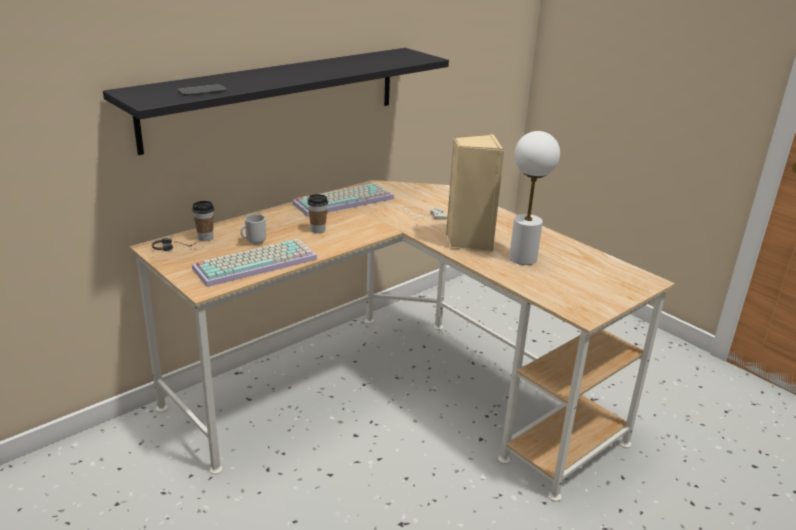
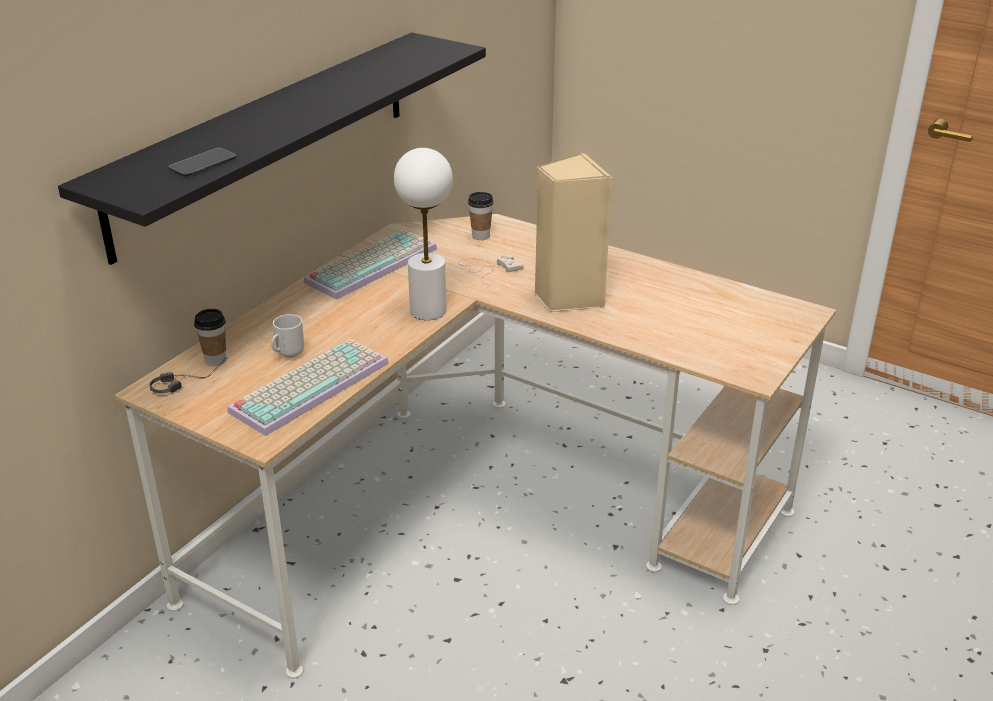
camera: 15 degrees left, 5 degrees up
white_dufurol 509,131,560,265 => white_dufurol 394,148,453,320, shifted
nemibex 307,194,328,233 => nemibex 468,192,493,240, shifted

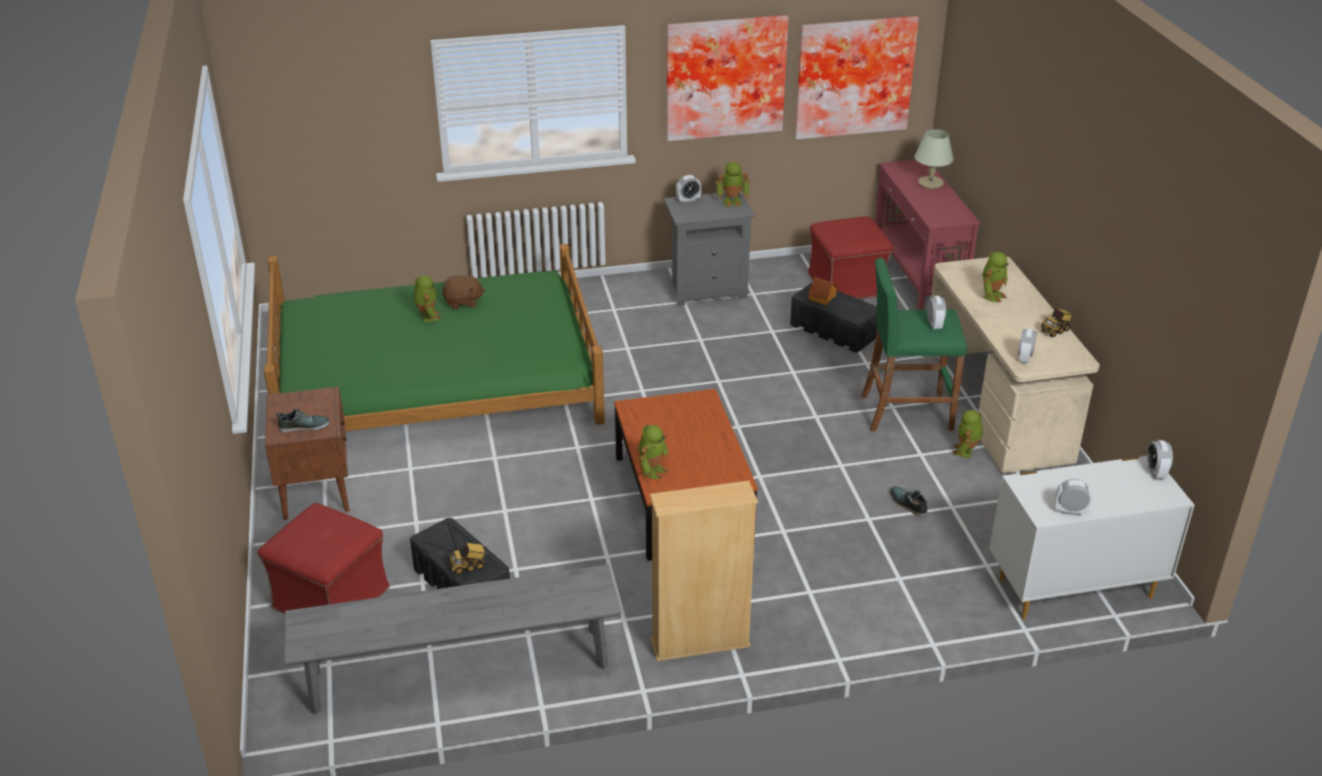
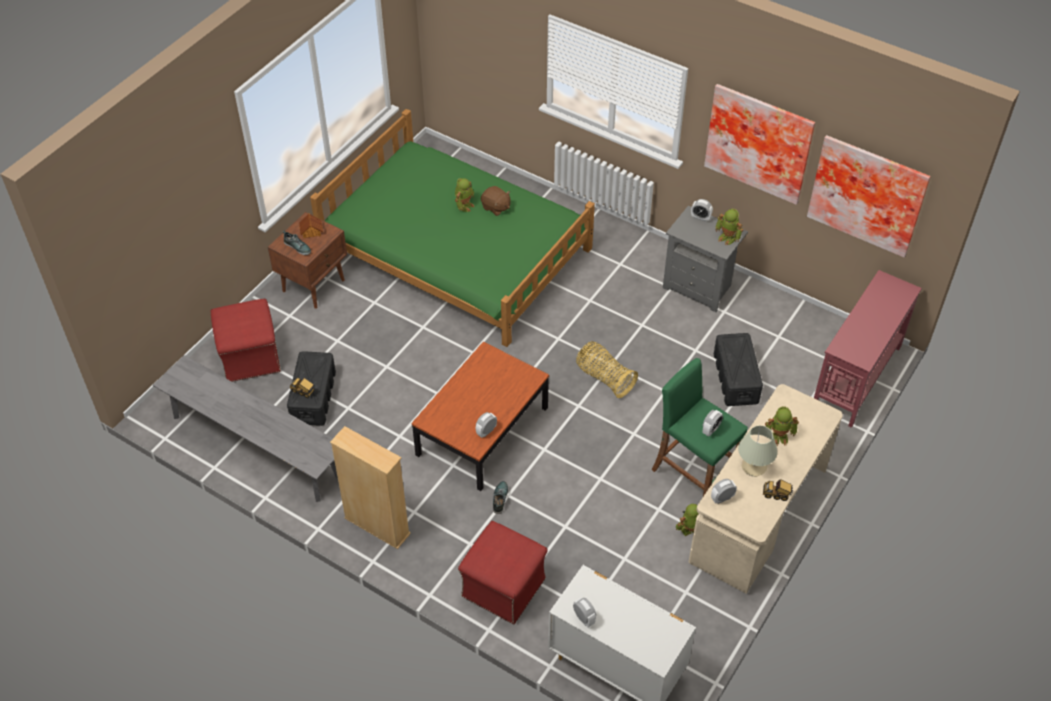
camera: 45 degrees right, 15 degrees up
beige_dufurol 914,129,954,189 => beige_dufurol 738,425,778,476, shifted
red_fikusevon 808,216,893,299 => red_fikusevon 458,521,548,624, shifted
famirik 808,277,839,305 => famirik 299,214,323,238, shifted
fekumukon 638,425,669,480 => nothing
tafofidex 1147,440,1173,479 => tafofidex 476,412,497,438, shifted
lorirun 890,486,928,517 => lorirun 493,481,508,514, shifted
nothing => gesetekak 576,341,638,398

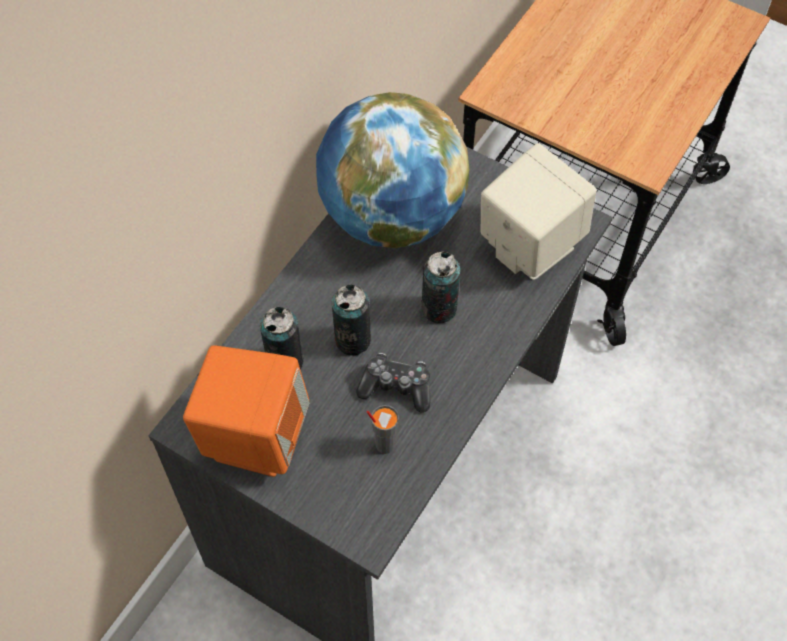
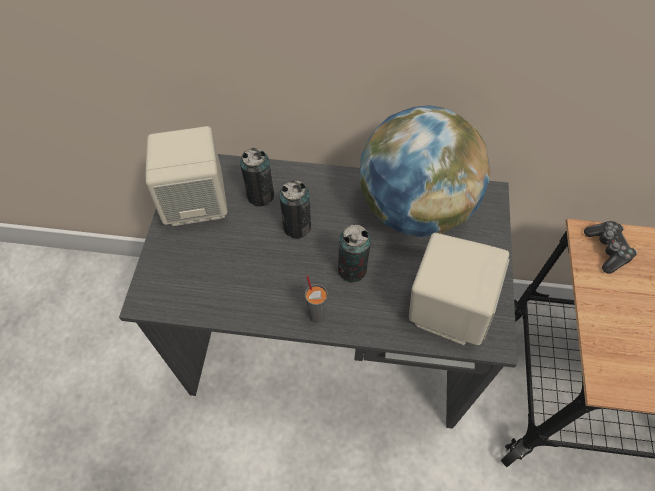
camera: 65 degrees right, 0 degrees up
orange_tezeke 183,345,309,477 => beige_tezeke 146,126,227,226
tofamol 356,353,430,412 => tofamol 584,221,637,274, shifted
grey_nemibex 366,405,399,454 => grey_nemibex 305,275,328,323, shifted

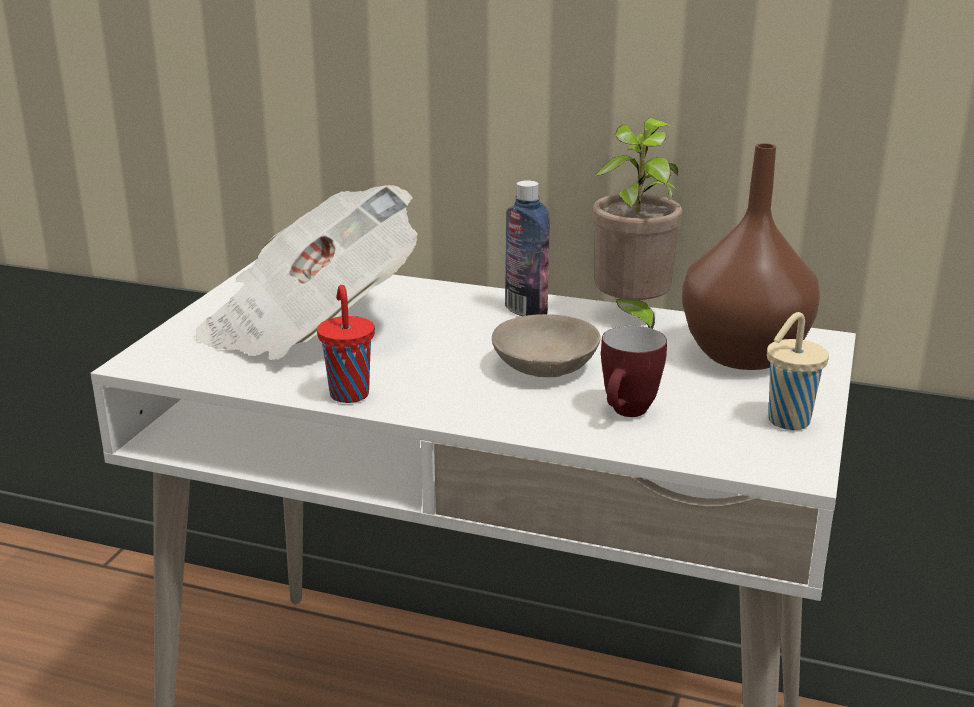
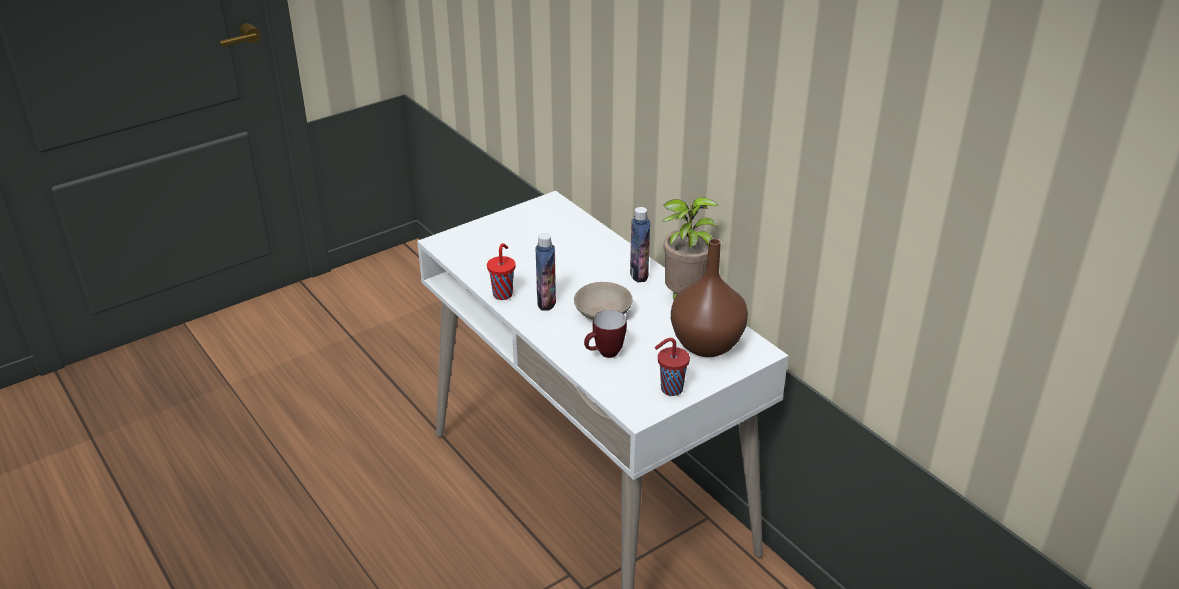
camera: 35 degrees right, 10 degrees up
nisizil 196,185,418,360 => nothing
beige_nemibex 767,312,829,430 => red_nemibex 655,338,690,396
nothing => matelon 535,233,556,311

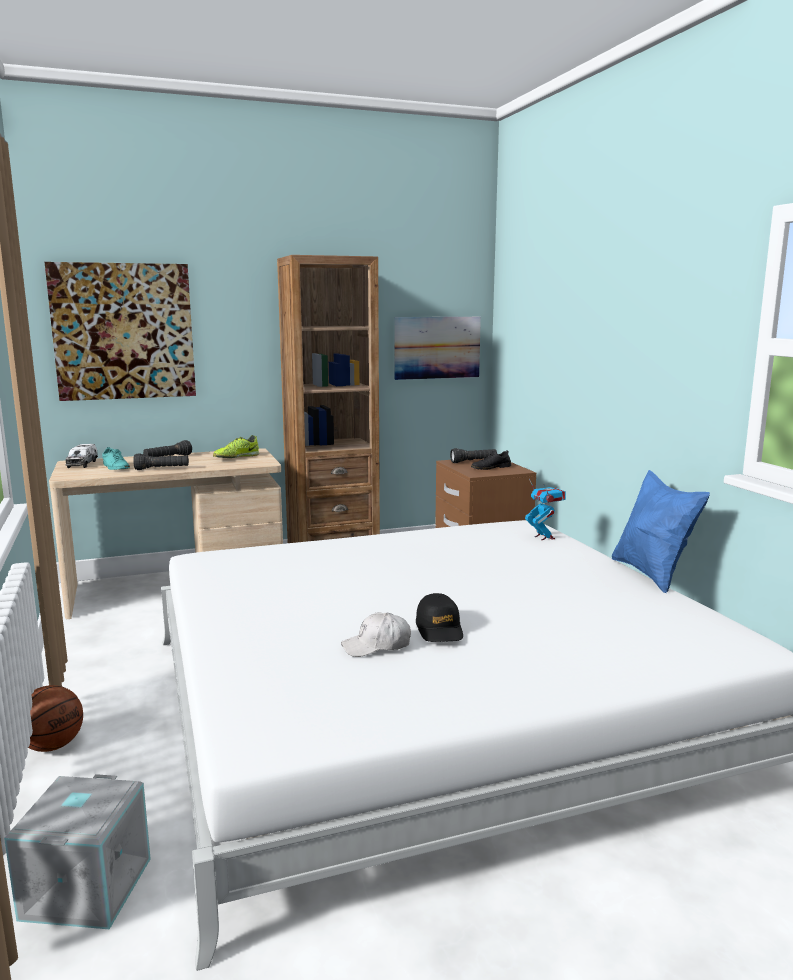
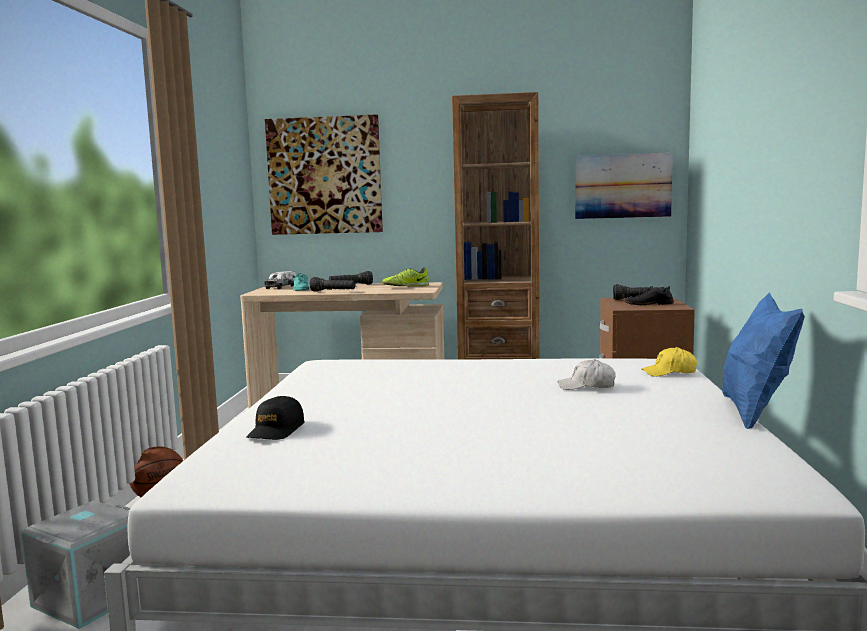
camera: 25 degrees right, 5 degrees down
fekumukon 525,479,566,540 => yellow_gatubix 642,347,697,377
black_gatubix 416,593,463,642 => black_gatubix 246,396,305,440, shifted
white_gatubix 341,612,411,657 => white_gatubix 558,359,615,390, shifted

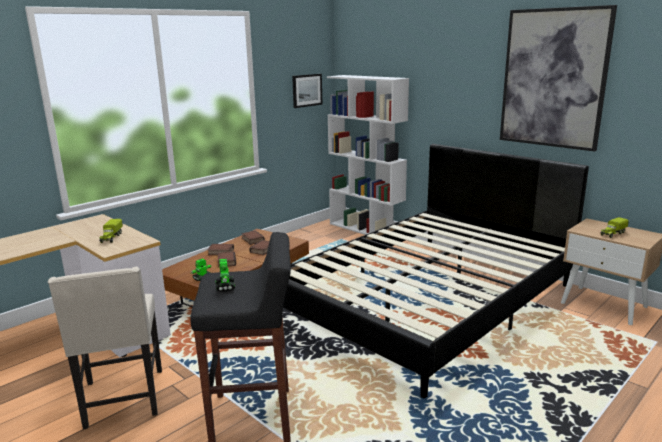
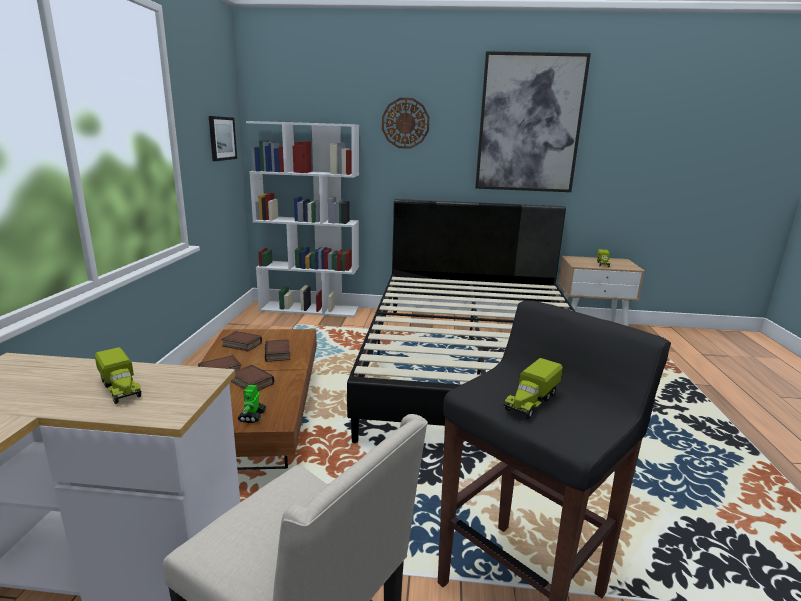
camera: 40 degrees left, 0 degrees up
fekumukon 216,259,235,292 => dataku 503,358,563,419
nothing => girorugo 382,98,430,149

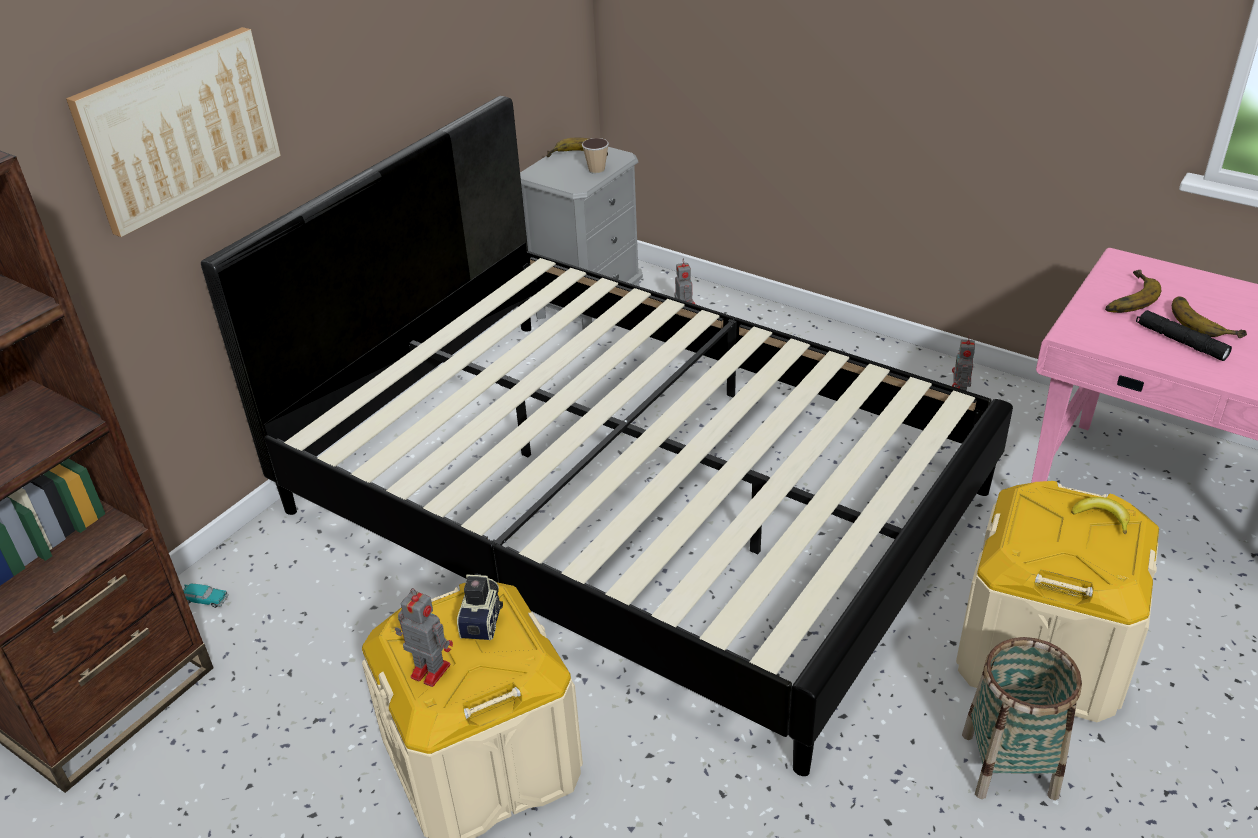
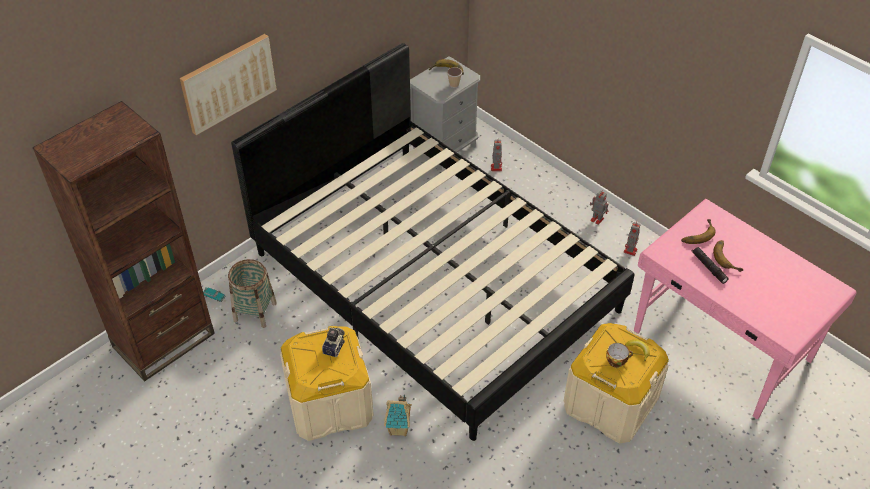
camera: 10 degrees right, 10 degrees up
fekumukon 395,588,453,687 => fekumukon 590,190,609,225, shifted
gesetekak 962,637,1082,800 => gesetekak 228,259,277,328, shifted
nothing => nemibex 606,343,633,368
nothing => famirik 384,394,412,436

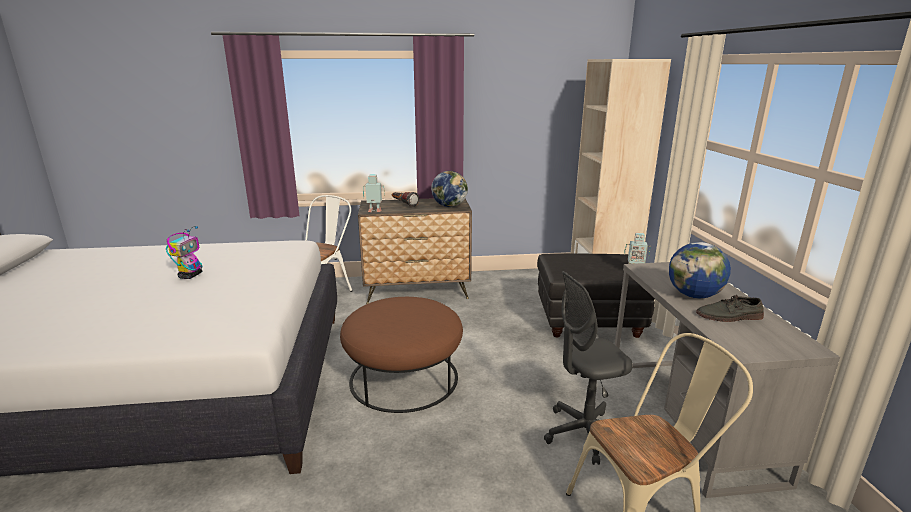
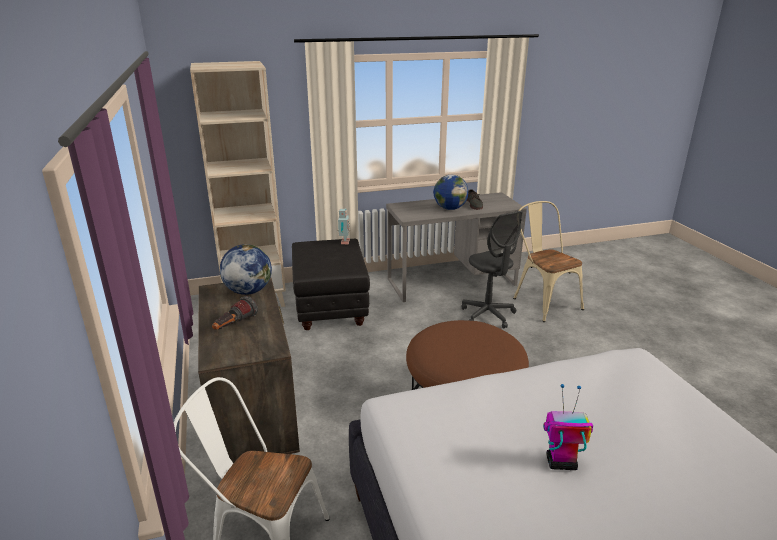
camera: 100 degrees left, 5 degrees up
fekumukon 363,175,385,212 => nothing

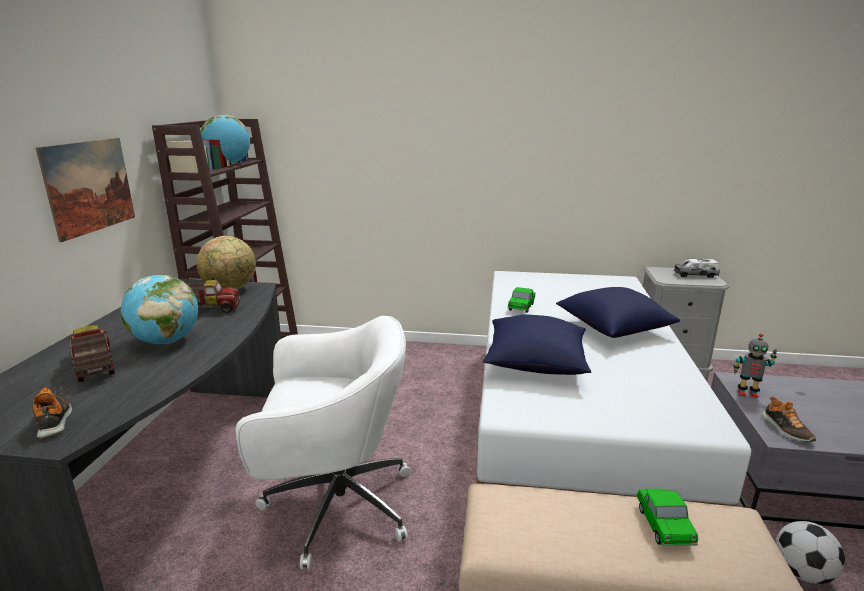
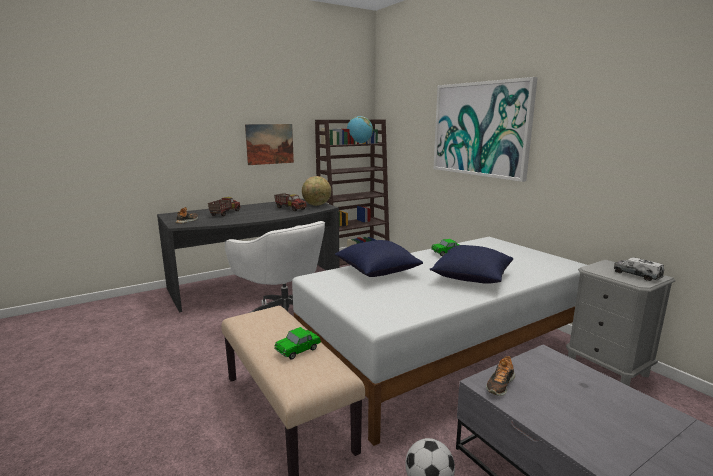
camera: 50 degrees right, 5 degrees down
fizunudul 120,275,199,344 => nothing
fekumukon 734,334,777,398 => nothing
nothing => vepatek 434,77,538,182

